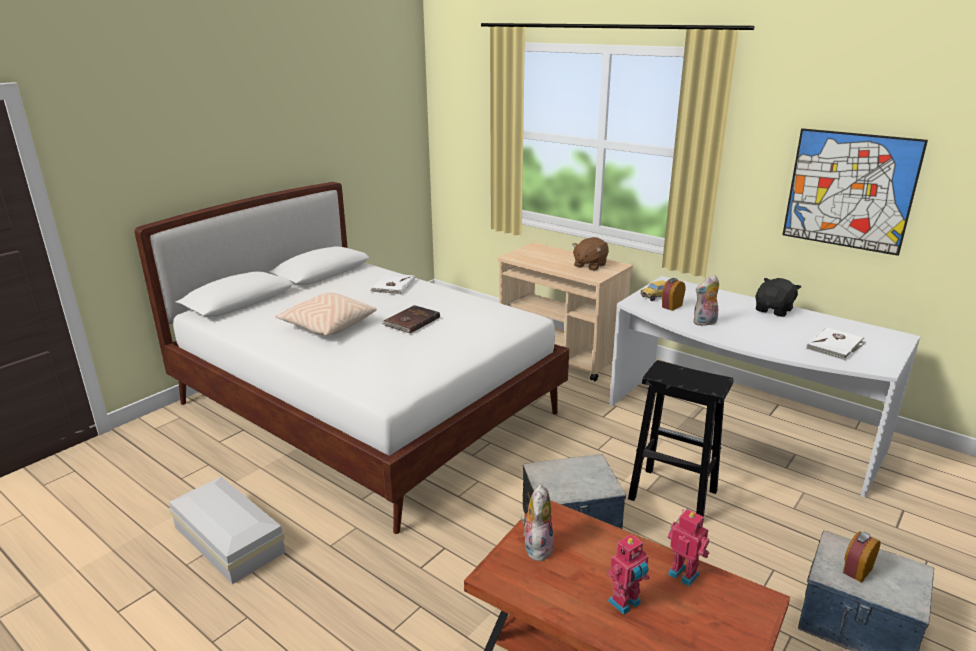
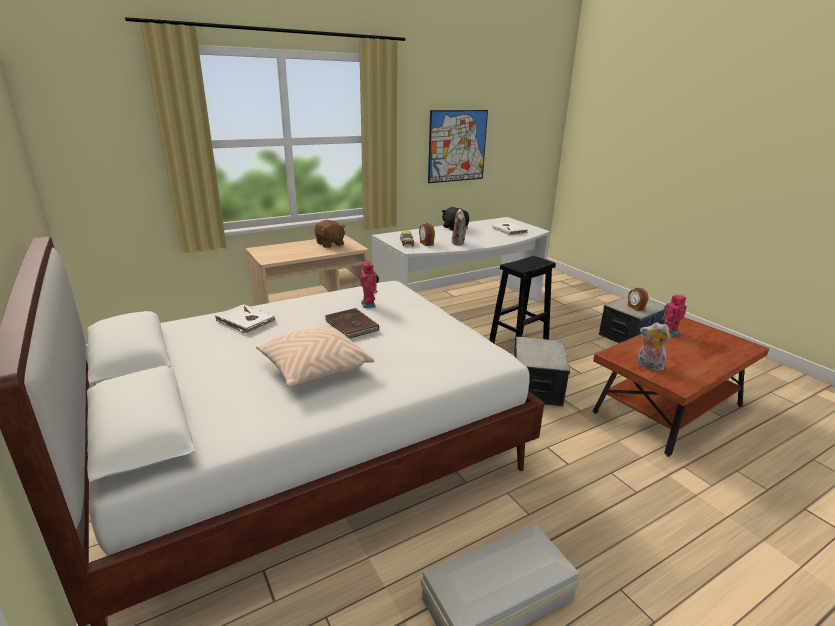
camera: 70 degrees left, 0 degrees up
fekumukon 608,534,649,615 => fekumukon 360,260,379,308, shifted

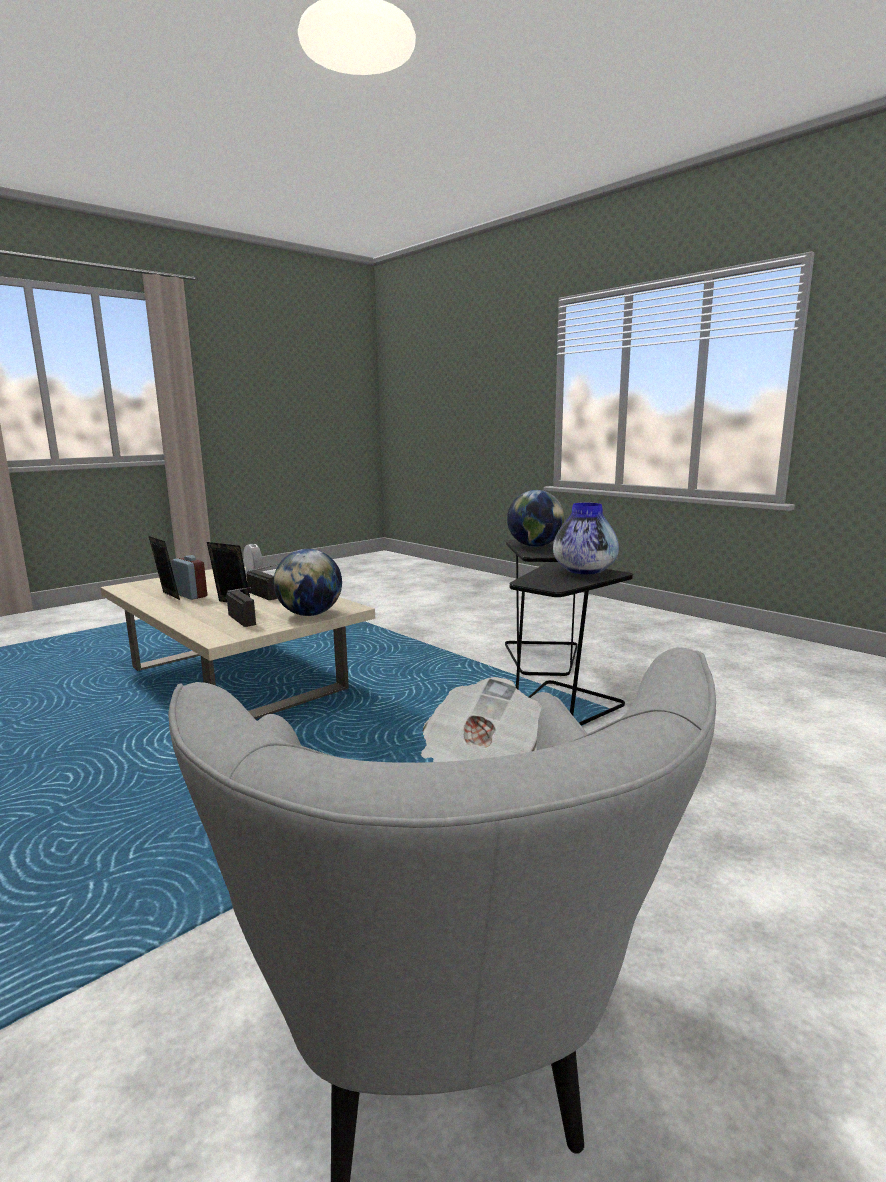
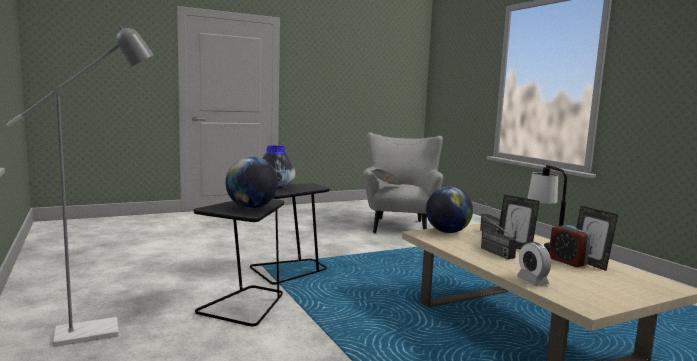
camera: 165 degrees left, 5 degrees down
nothing => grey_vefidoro 6,25,153,347
nothing => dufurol 527,165,567,252

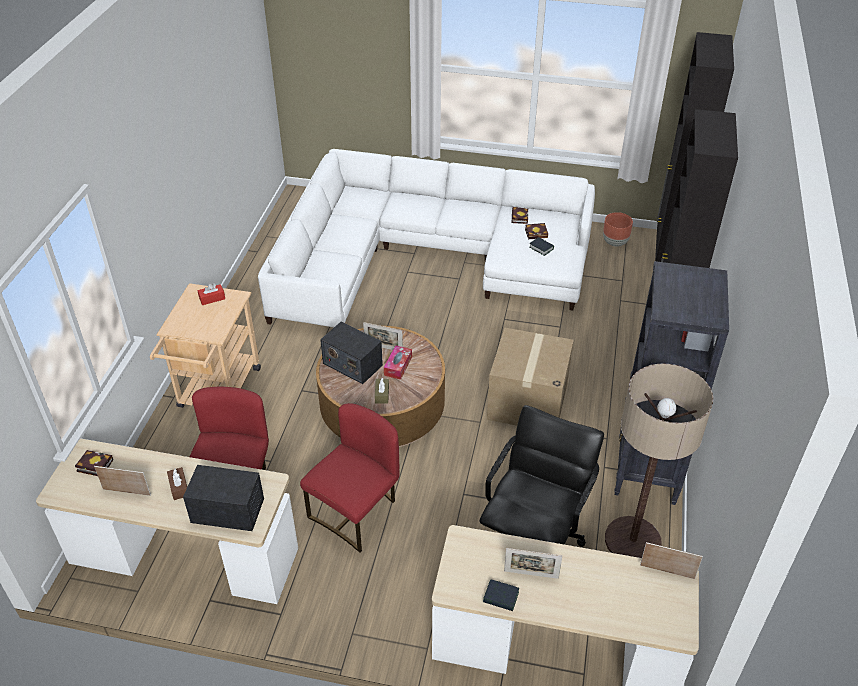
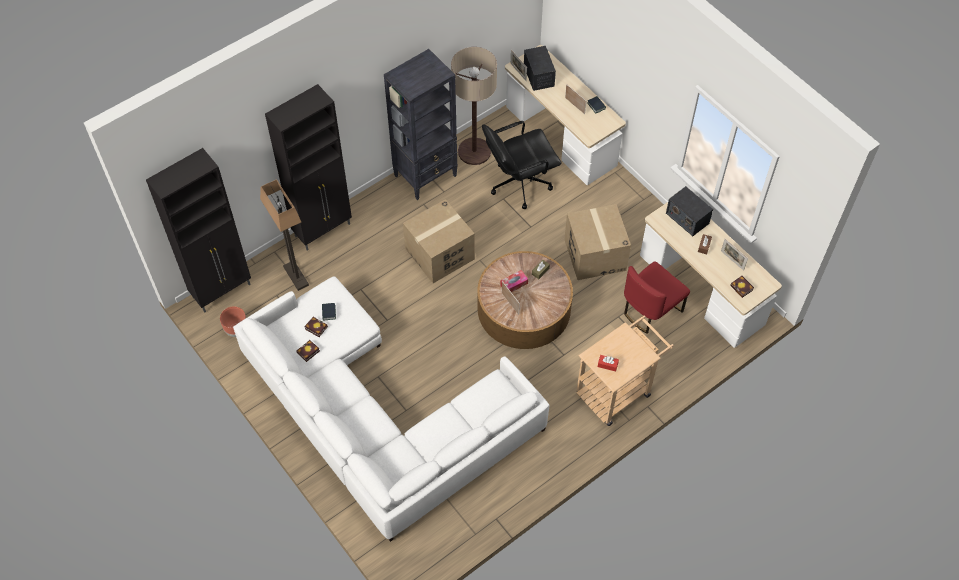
camera: 140 degrees left, 15 degrees up
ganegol 320,322,383,384 => ganegol 524,46,556,91, shifted
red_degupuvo 300,403,400,552 => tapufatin 564,204,631,280
nothing => vefidoro 260,179,309,291

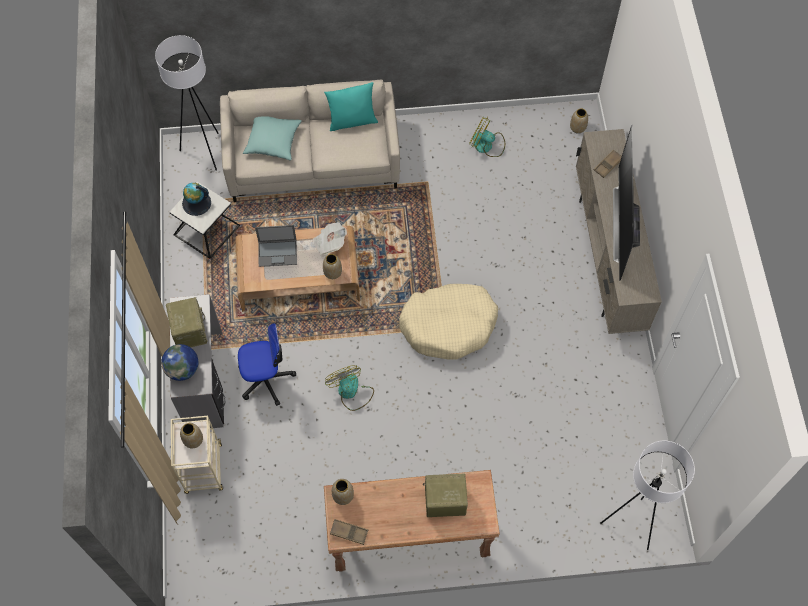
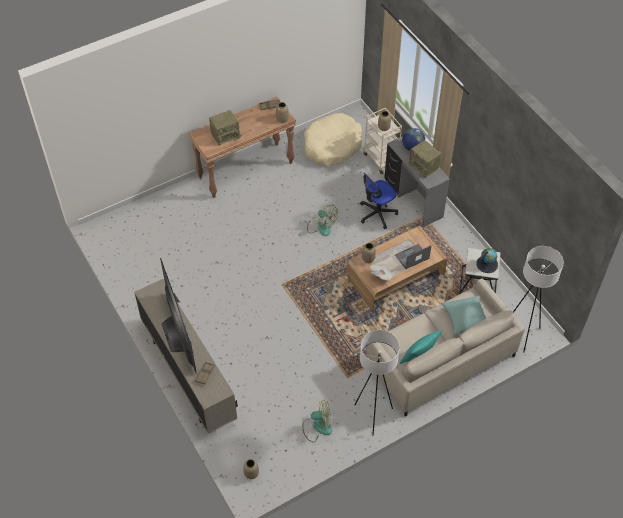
camera: 155 degrees right, 10 degrees down
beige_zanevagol 399,284,498,360 => beige_zanevagol 304,113,362,166, shifted
white_vefidoro 601,441,695,550 => white_vefidoro 355,330,400,435, shifted

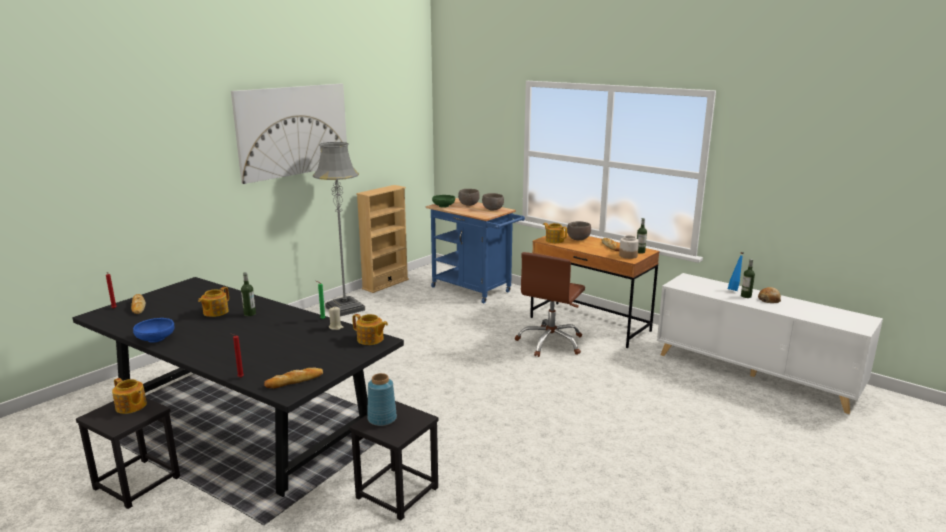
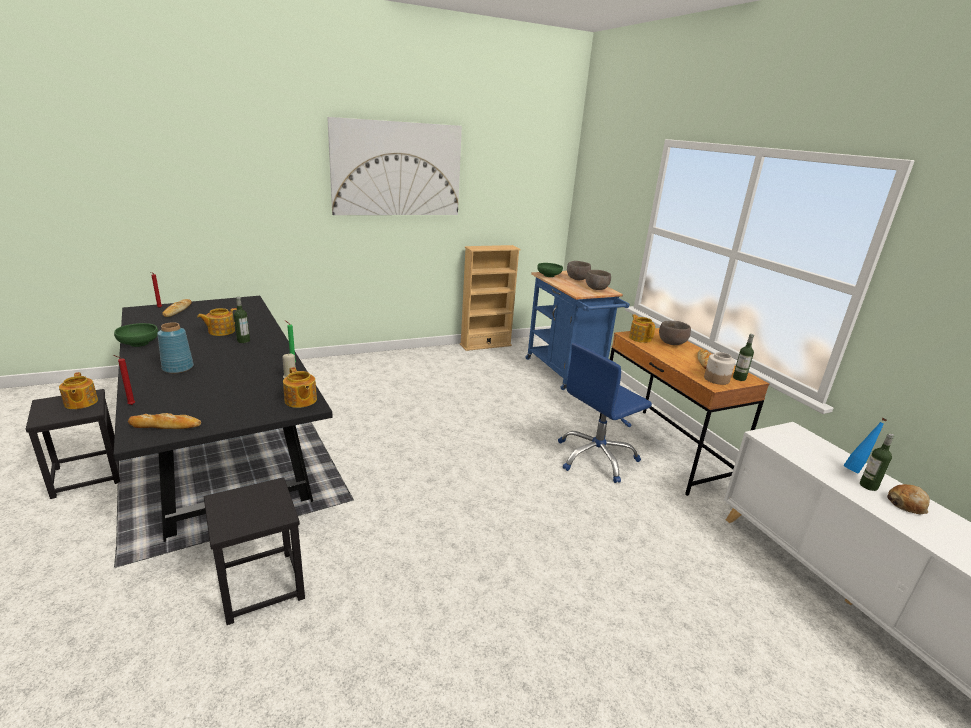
camera: 25 degrees right, 5 degrees up
grey_vefidoro 313,142,365,317 => nothing
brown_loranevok 515,252,585,357 => blue_loranevok 558,343,652,483
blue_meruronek 133,318,174,343 => green_meruronek 114,323,158,347
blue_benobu 368,373,397,426 => blue_benobu 157,322,194,373, shifted

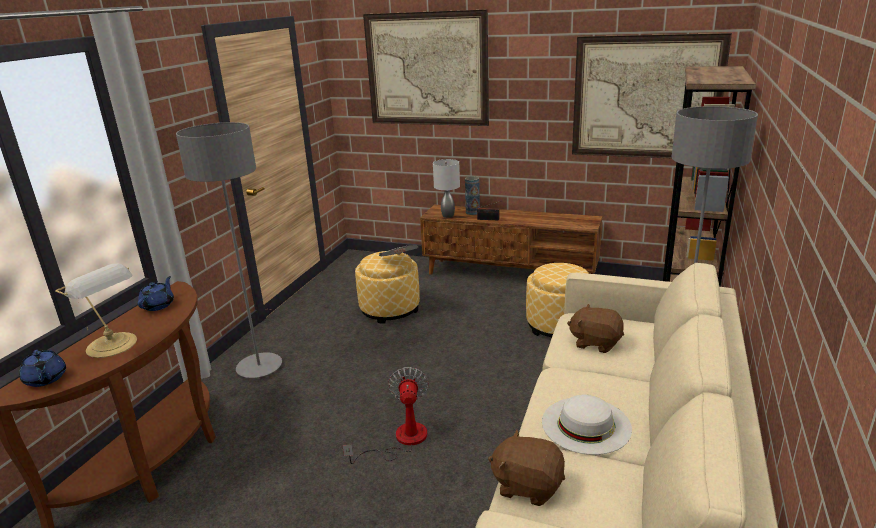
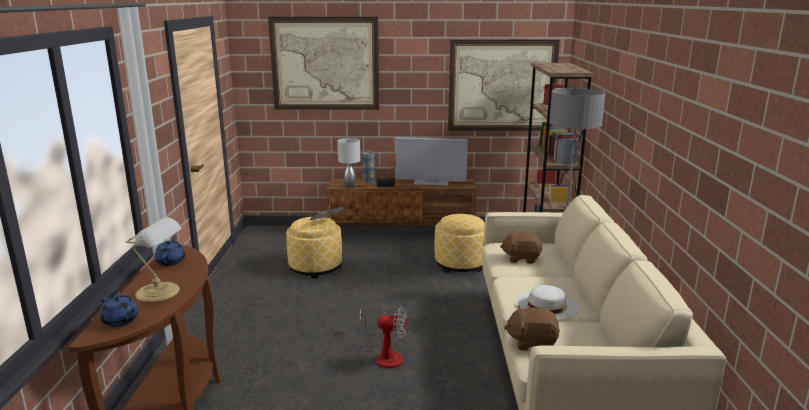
camera: 20 degrees left, 5 degrees down
grey_vefidoro 176,122,282,378 => nothing
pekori 342,367,429,464 => pekori 359,306,407,368, 120 degrees clockwise
nothing => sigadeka 396,137,468,186

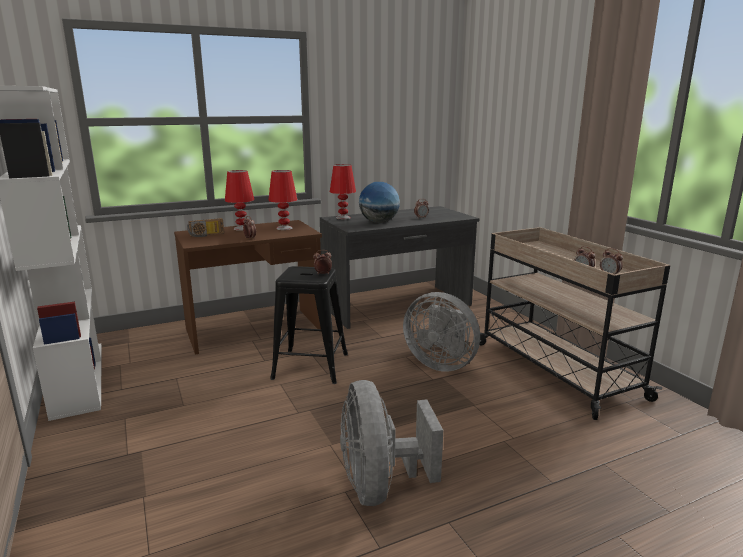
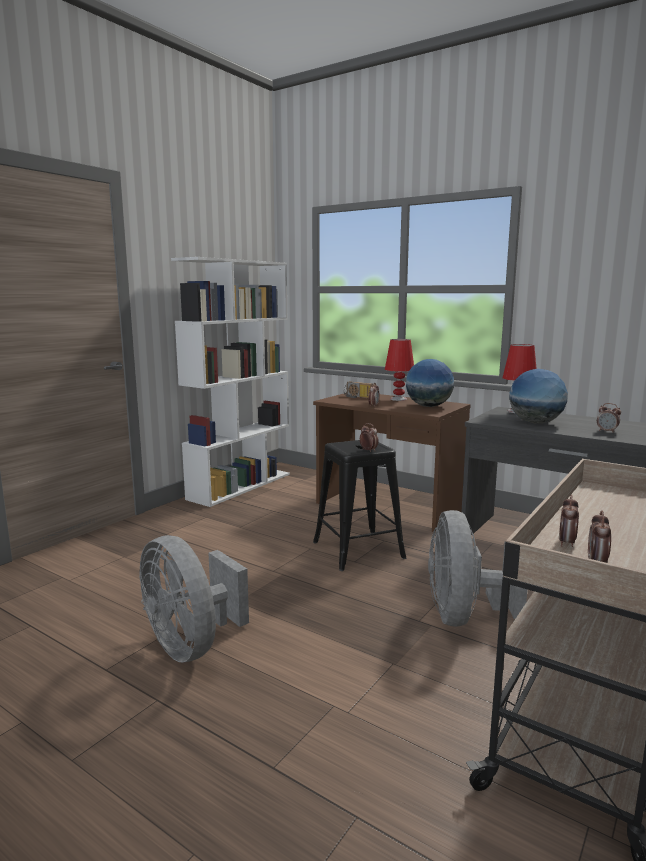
camera: 60 degrees right, 5 degrees down
red_dufurol 268,170,298,230 => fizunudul 406,359,454,407
grey_pekori 340,380,443,506 => grey_pekori 139,535,249,663, 90 degrees counterclockwise

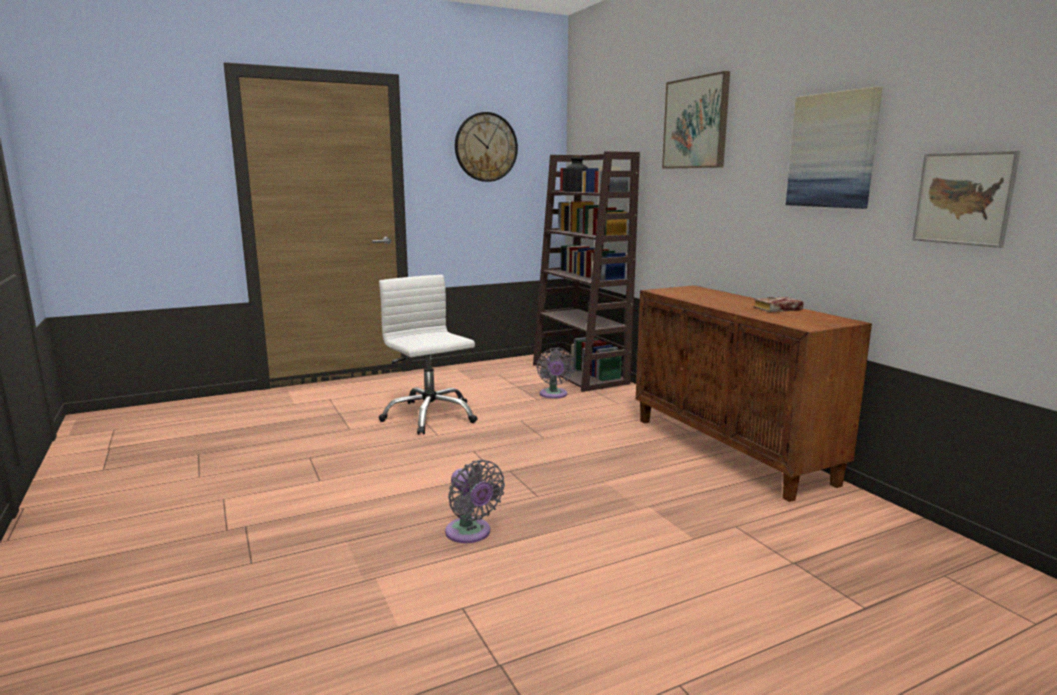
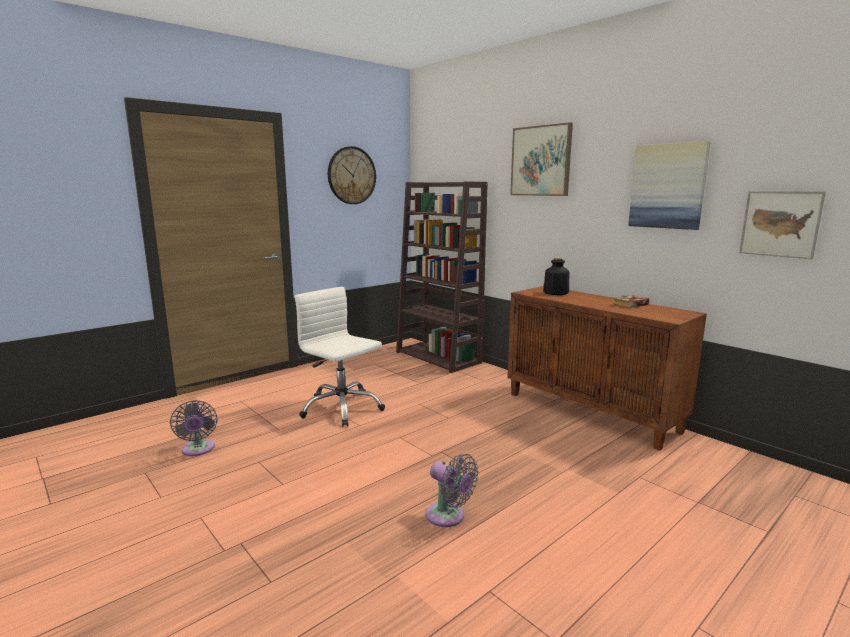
camera: 15 degrees left, 0 degrees up
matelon 564,156,588,192 => matelon 543,258,569,295, shifted
grey_pekori 537,348,575,399 => grey_pekori 170,400,218,456, shifted

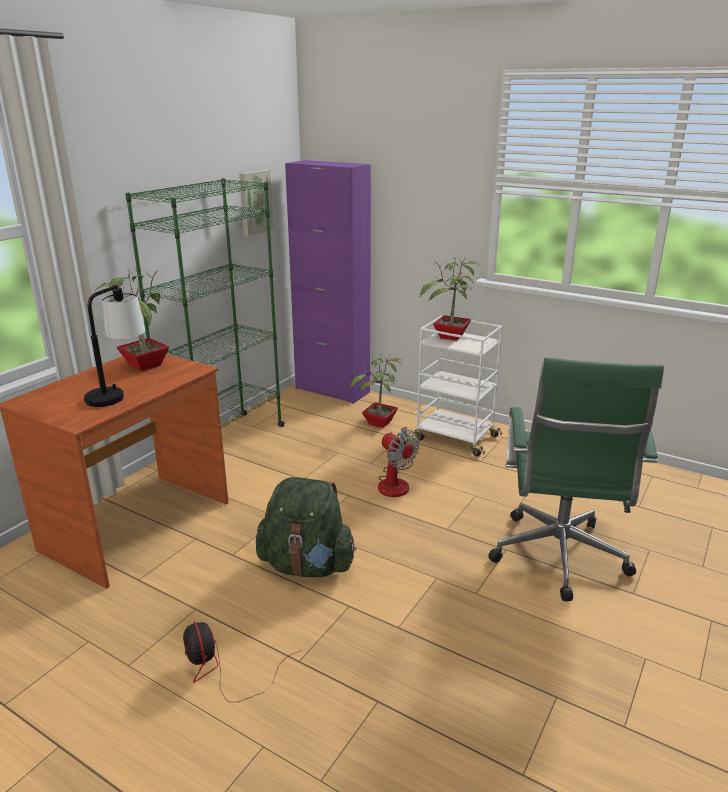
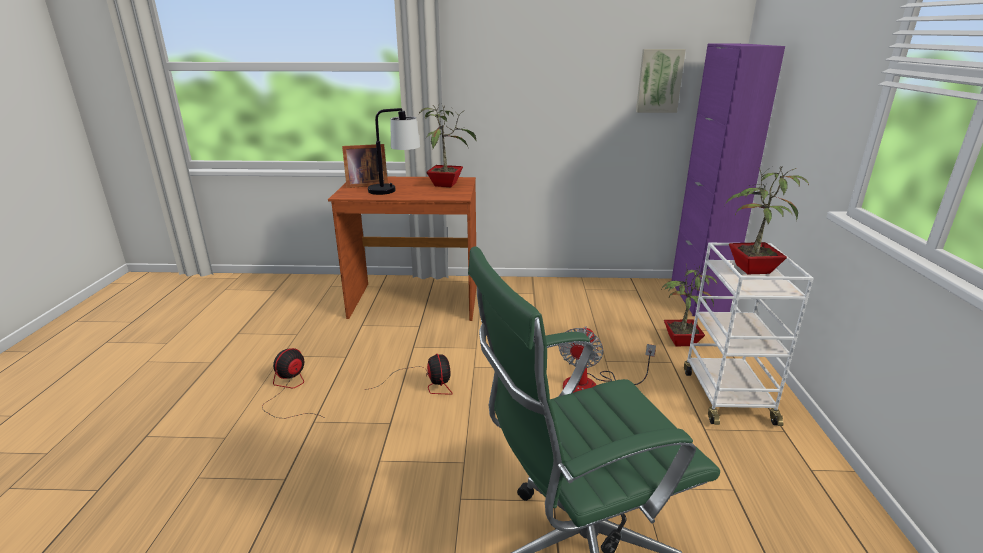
camera: 60 degrees right, 0 degrees up
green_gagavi 125,178,285,428 => nothing
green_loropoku 256,477,356,577 => pekori 364,354,453,395
nothing => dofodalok 342,144,388,188

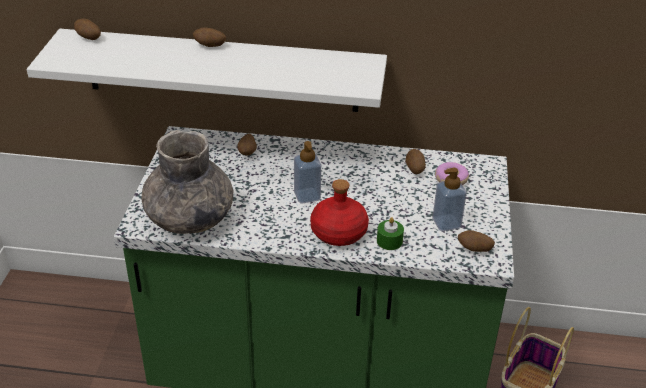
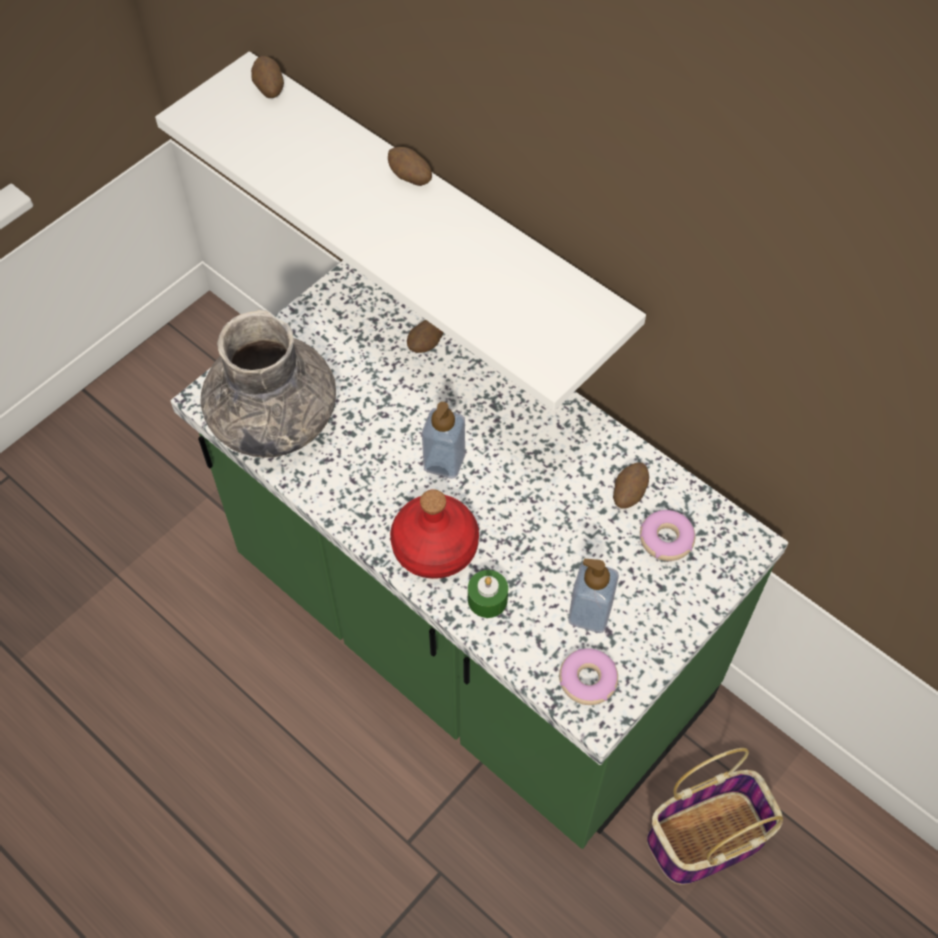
camera: 35 degrees right, 20 degrees up
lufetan 458,230,495,252 => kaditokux 559,648,618,705

